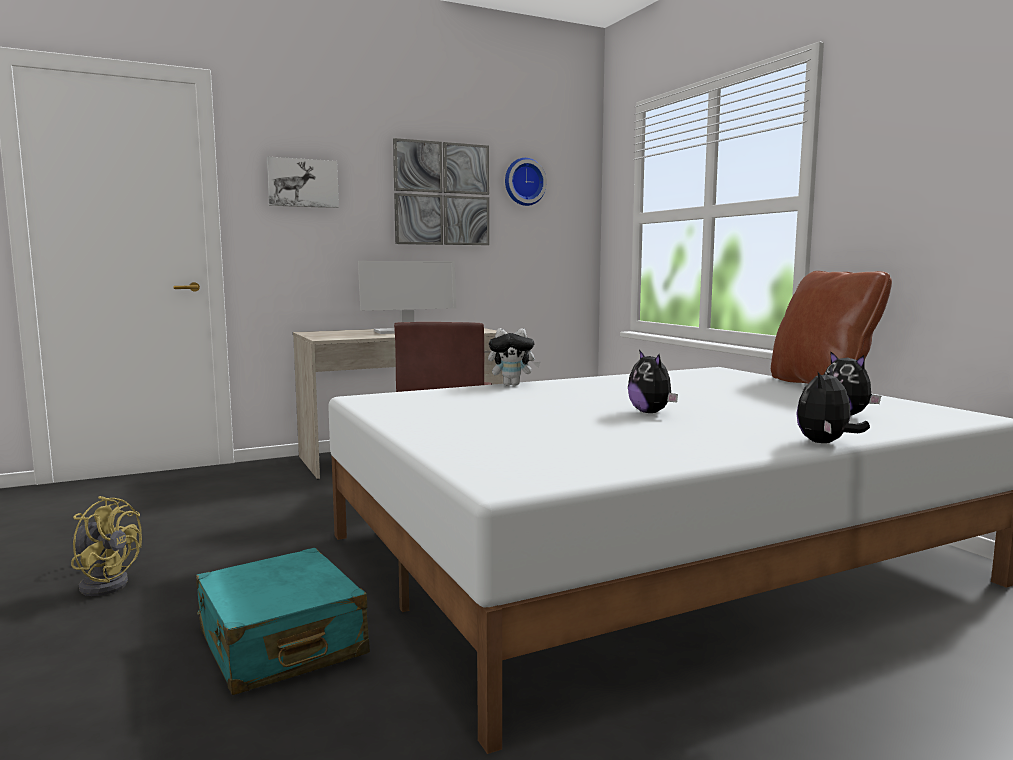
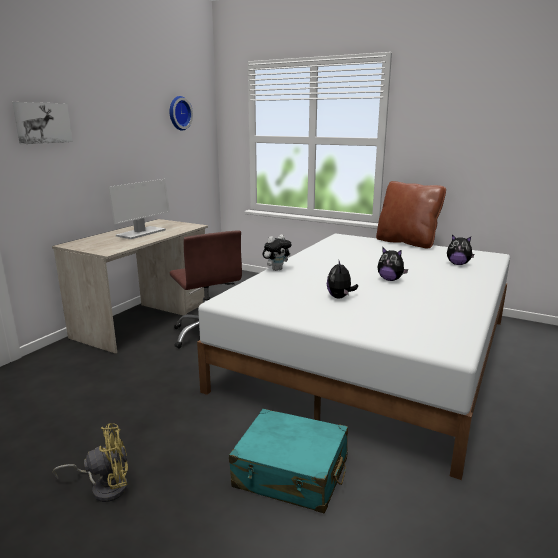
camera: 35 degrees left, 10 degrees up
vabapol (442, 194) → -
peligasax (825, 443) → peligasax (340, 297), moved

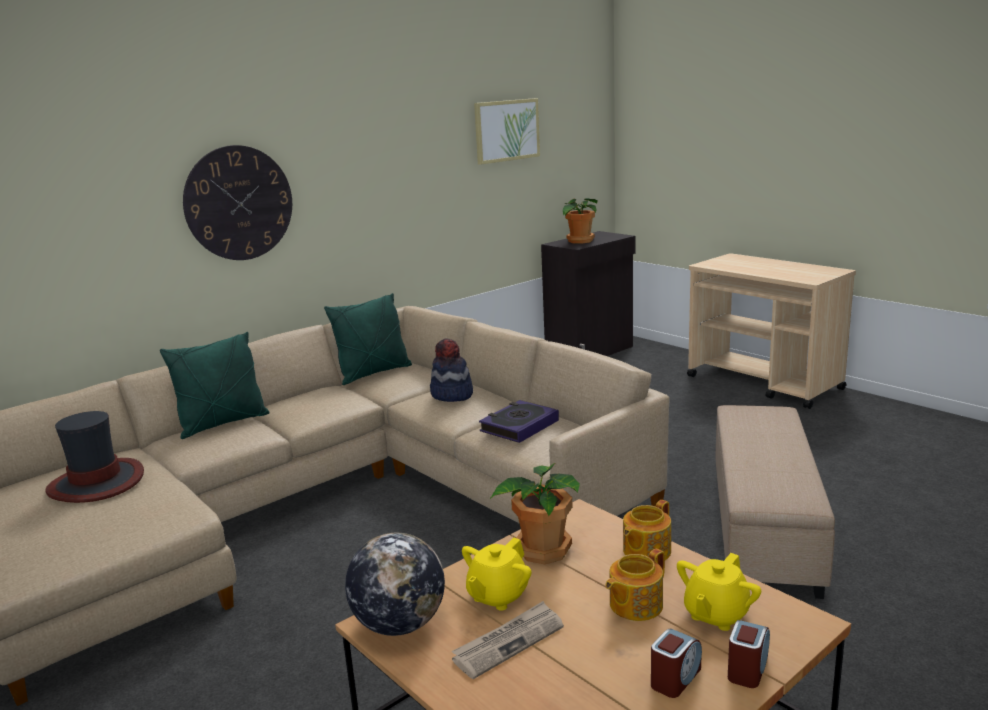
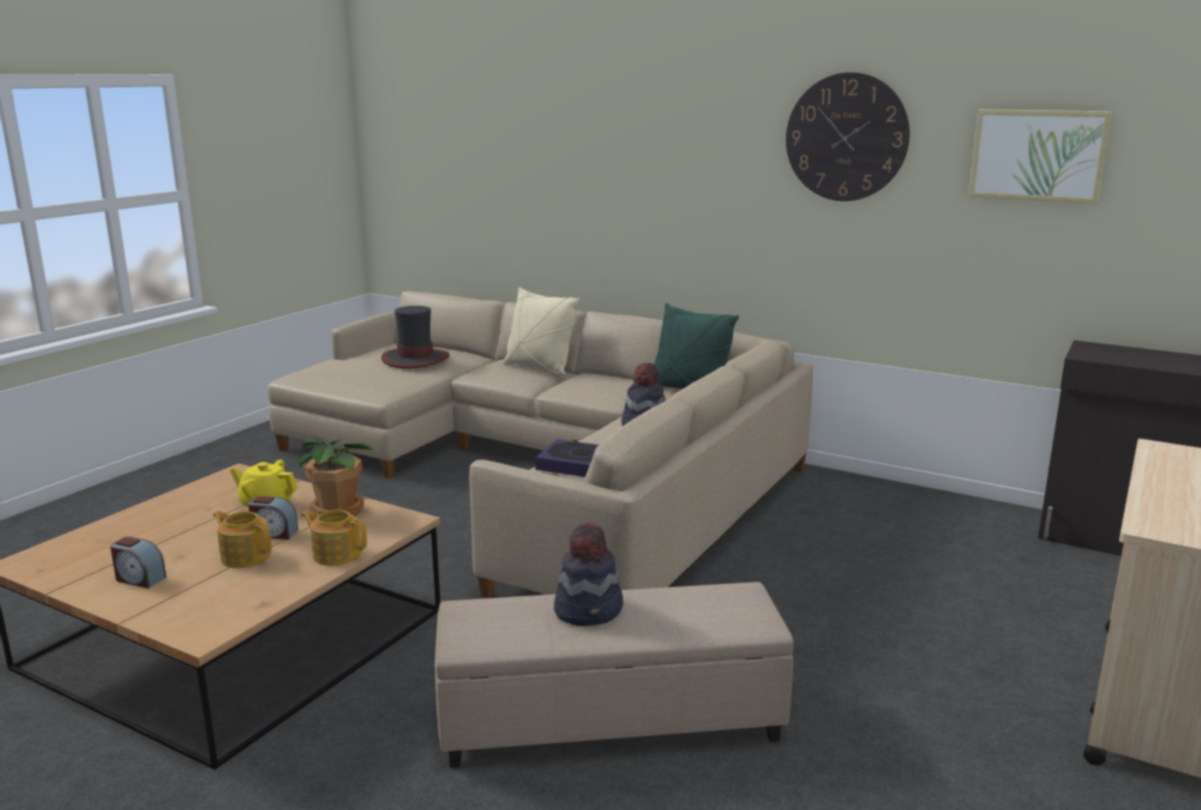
camera: 70 degrees right, 0 degrees up
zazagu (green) (223, 423) → zazagu (beige) (539, 368)
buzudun (239, 203) → buzudun (846, 137), moved
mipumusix (399, 625) → -
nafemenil (508, 642) → -
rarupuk (579, 241) → -
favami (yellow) (716, 614) → -
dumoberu (747, 668) → dumoberu (274, 533), moved
- → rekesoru (589, 610)

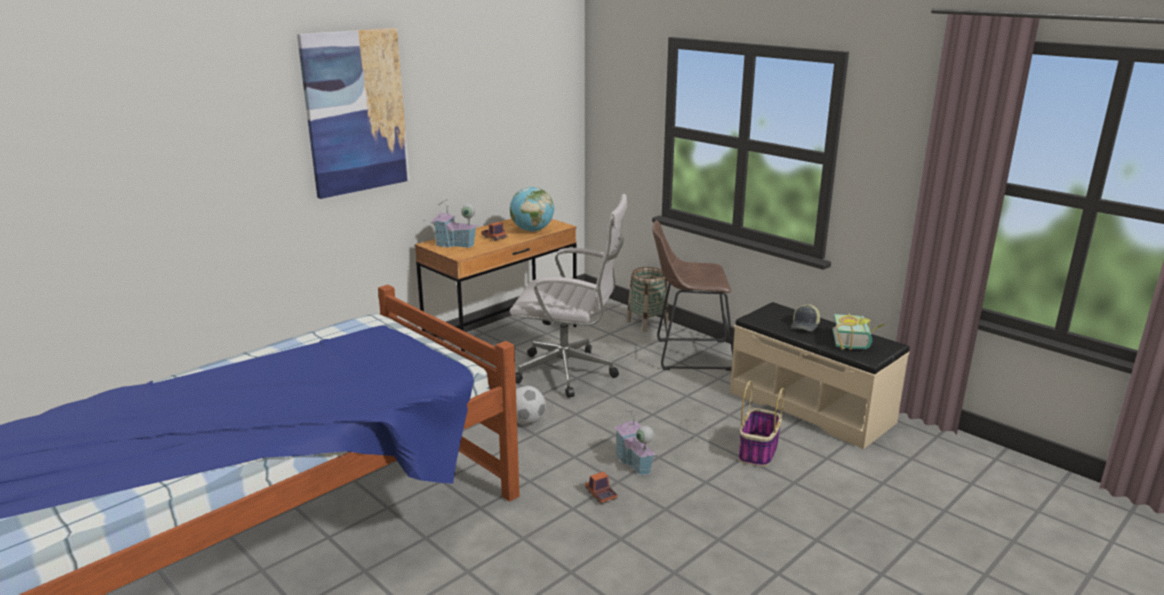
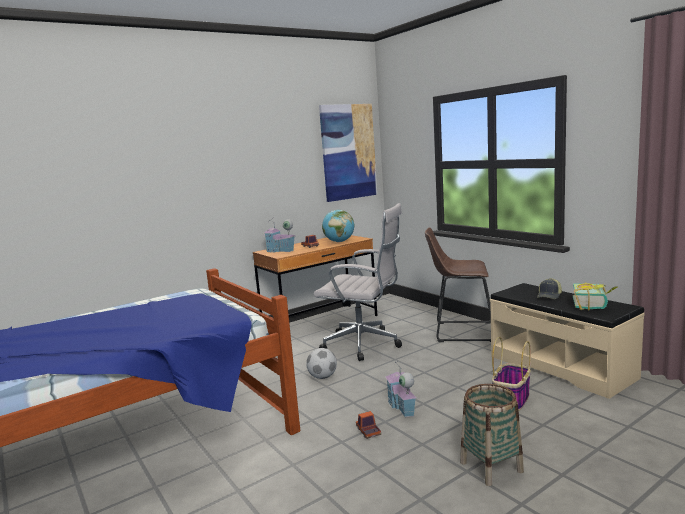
camera: 10 degrees right, 10 degrees down
vabapol (355, 112) → vabapol (348, 152), moved
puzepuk (647, 323) → puzepuk (491, 467), moved

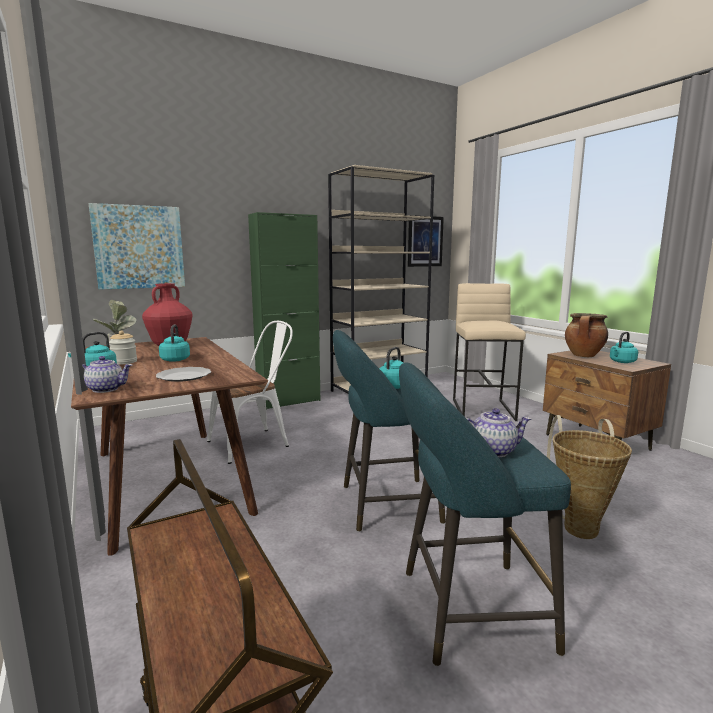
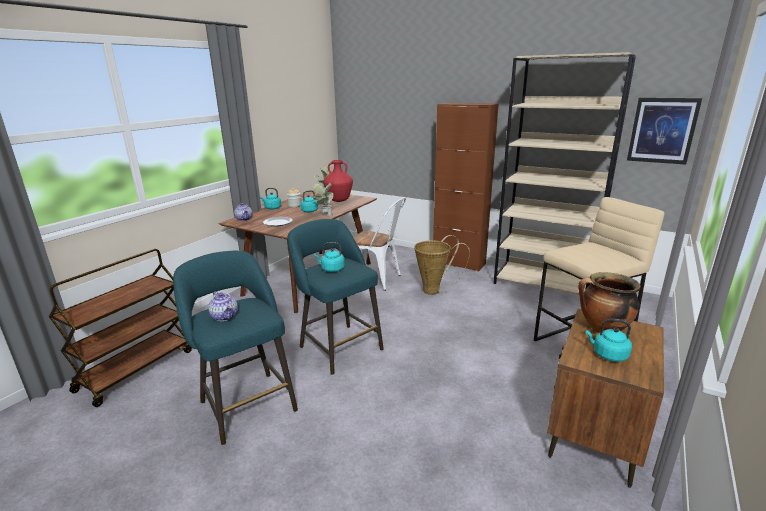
camera: 60 degrees right, 10 degrees up
vabapol (139, 247) → -
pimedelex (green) (289, 401) → pimedelex (brown) (459, 263)
puzepuk (579, 526) → puzepuk (435, 290), moved
- → rarupuk (324, 215)

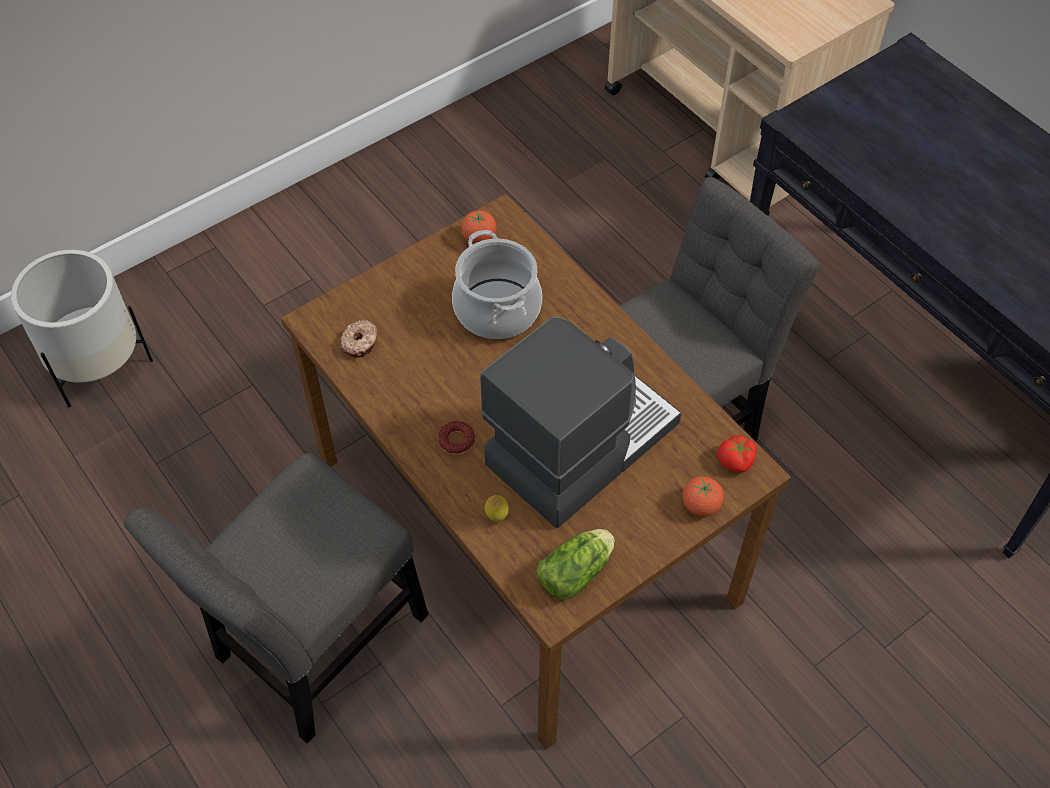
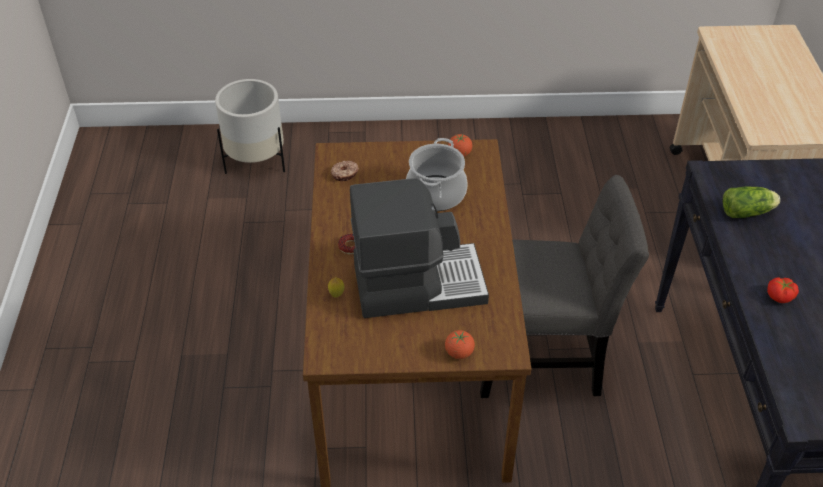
camera: 35 degrees right, 10 degrees down
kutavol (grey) (315, 646) → -
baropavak (578, 571) → baropavak (748, 212), moved
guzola (736, 461) → guzola (780, 297), moved

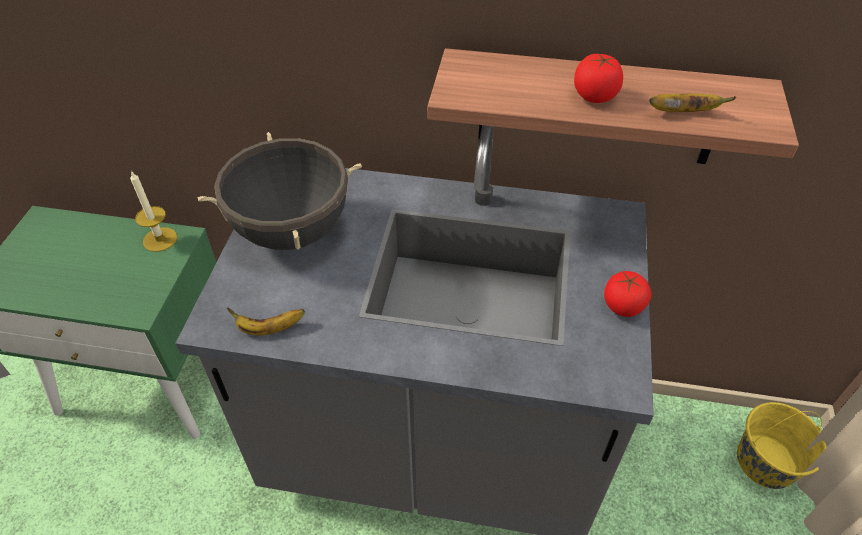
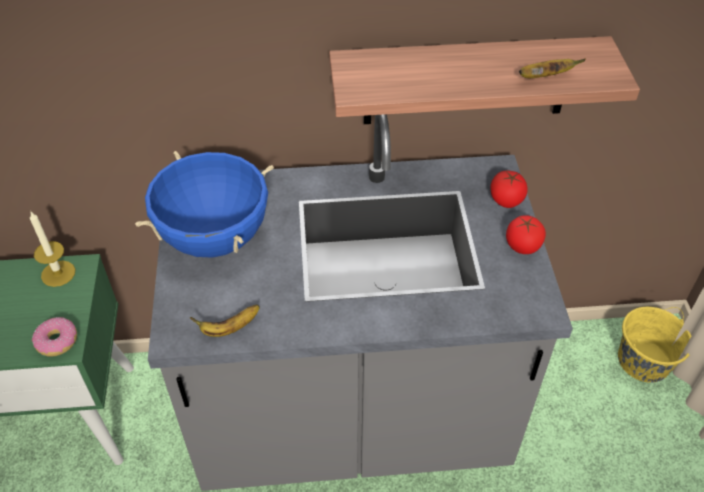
camera: 15 degrees left, 0 degrees up
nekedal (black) (292, 231) → nekedal (blue) (215, 238)
guzola (594, 96) → guzola (506, 200), moved
- → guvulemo (57, 341)

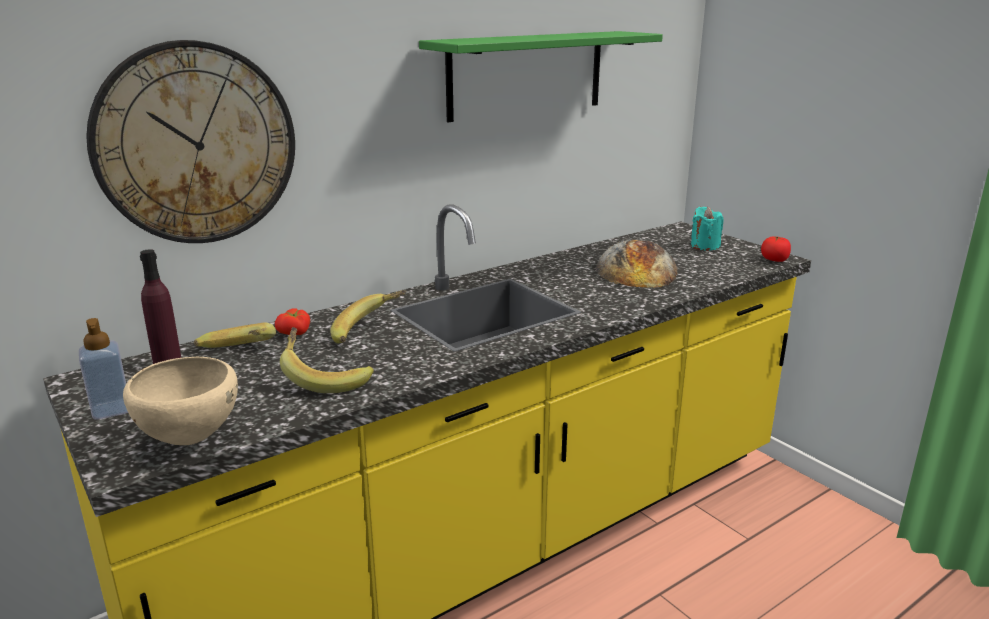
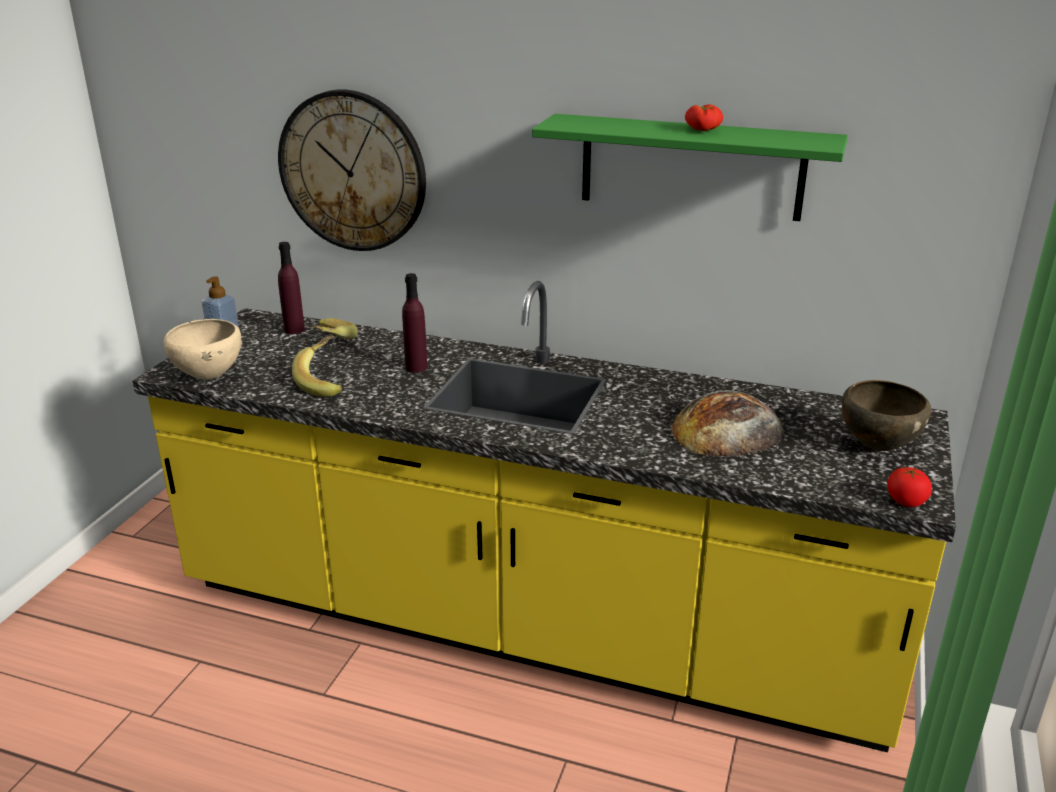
camera: 55 degrees right, 5 degrees up
guzola (295, 333) → guzola (702, 130), moved
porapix (370, 333) → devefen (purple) (416, 367)
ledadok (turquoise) (704, 246) → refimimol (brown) (876, 446)

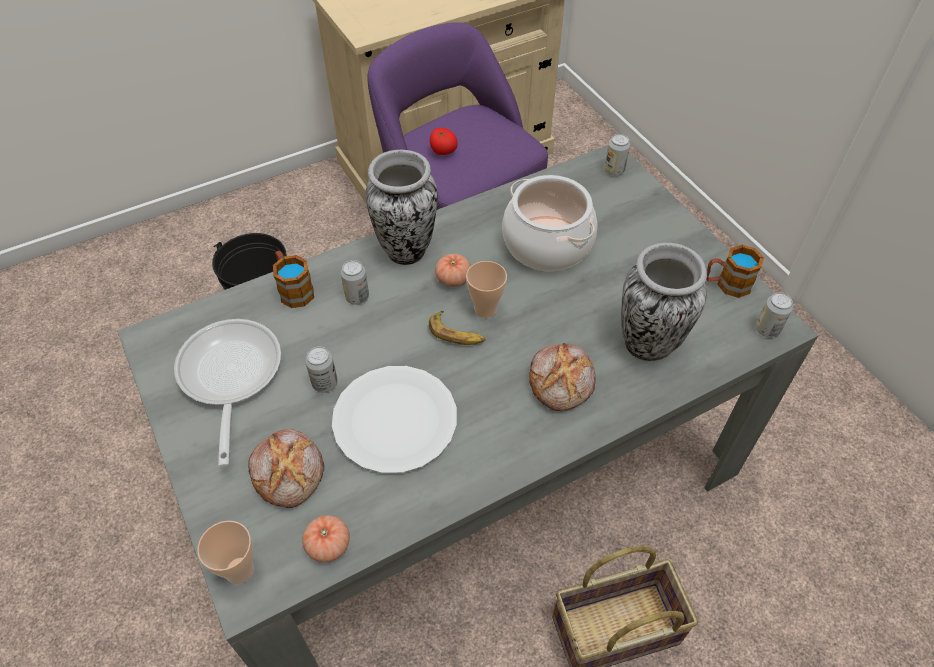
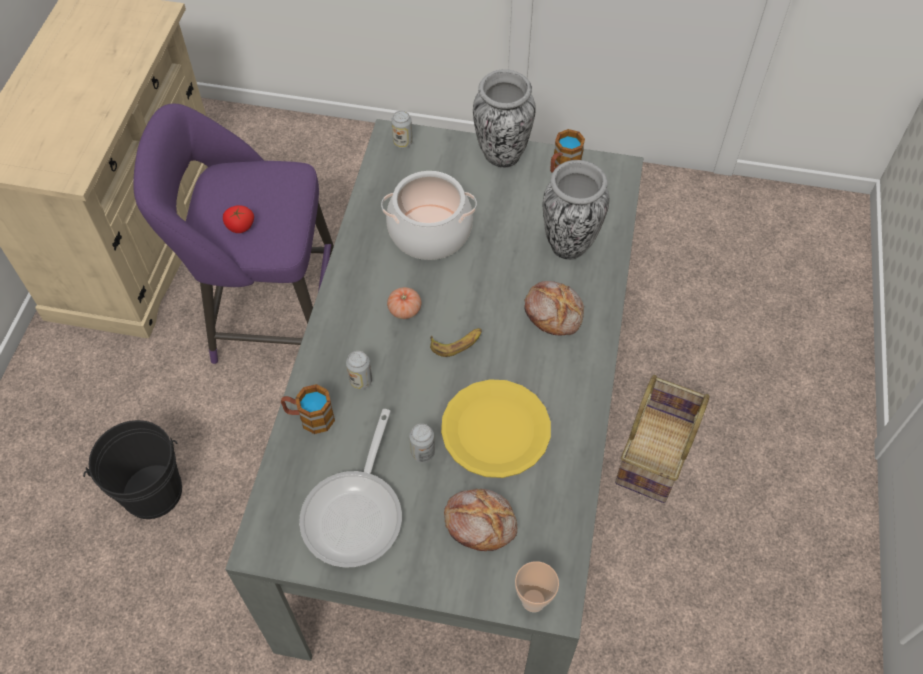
camera: 50 degrees left, 5 degrees up
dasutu (229, 377) → dasutu (356, 512), 105 degrees counterclockwise
guzola (328, 545) → -
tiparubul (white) (394, 420) → tiparubul (yellow) (495, 430)
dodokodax (407, 250) → dodokodax (502, 155), moved
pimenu (485, 309) → -
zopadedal (767, 329) → -

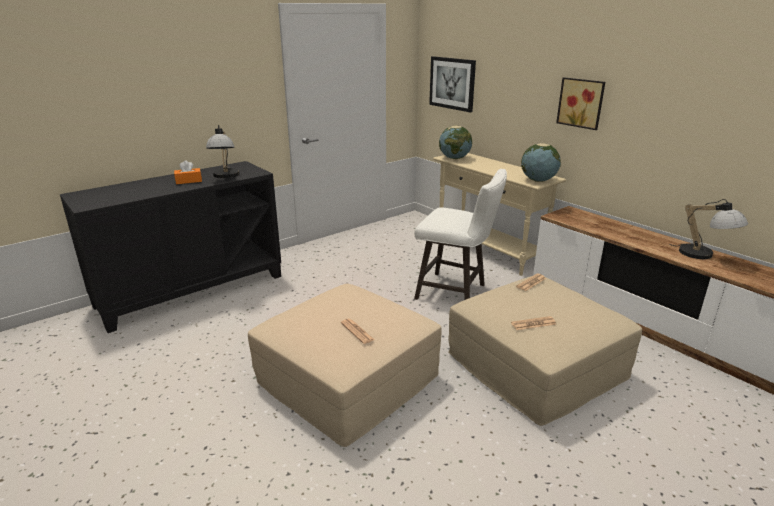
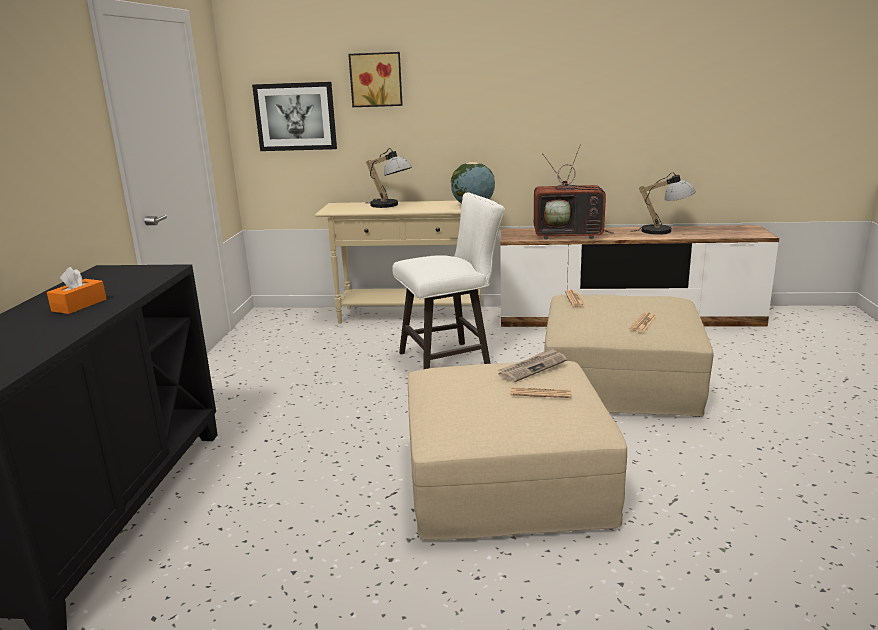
camera: 45 degrees left, 5 degrees down
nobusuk (225, 176) → nobusuk (390, 205), moved
mipumusix (454, 158) → -
vabapol (581, 103) → vabapol (376, 79), moved
- → nafemenil (532, 367)
- → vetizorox (569, 235)

